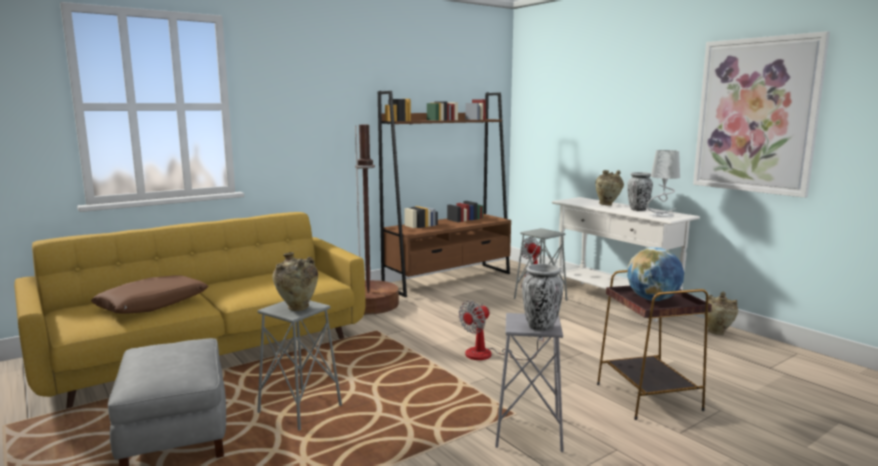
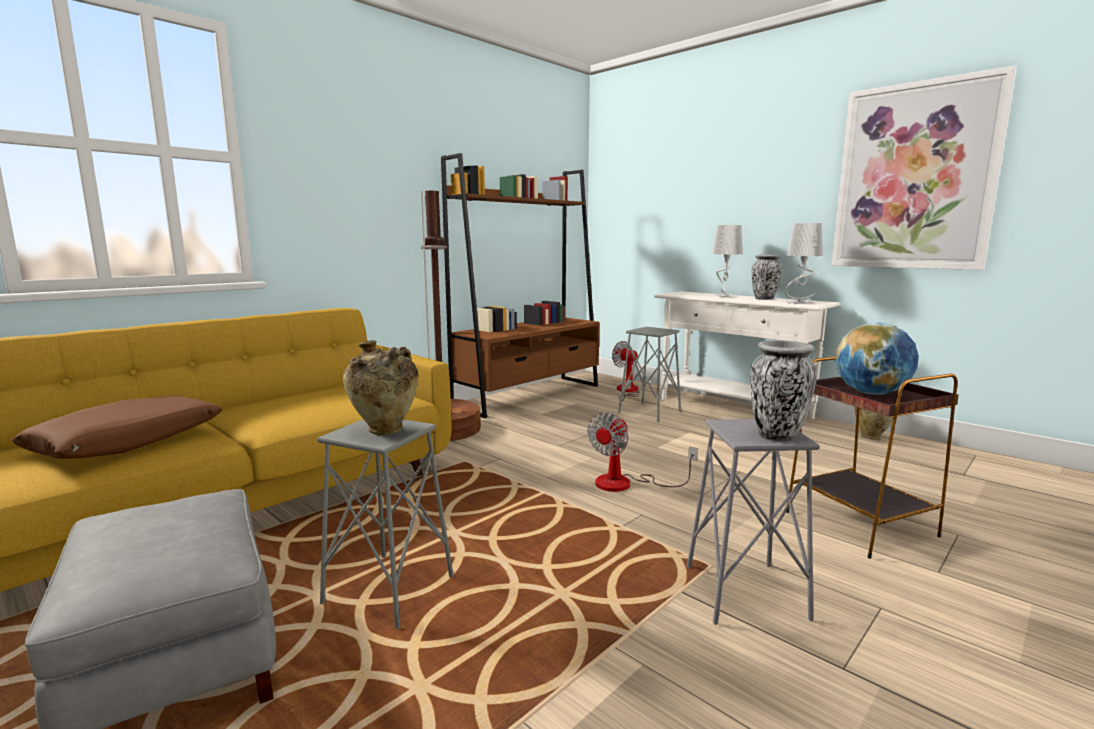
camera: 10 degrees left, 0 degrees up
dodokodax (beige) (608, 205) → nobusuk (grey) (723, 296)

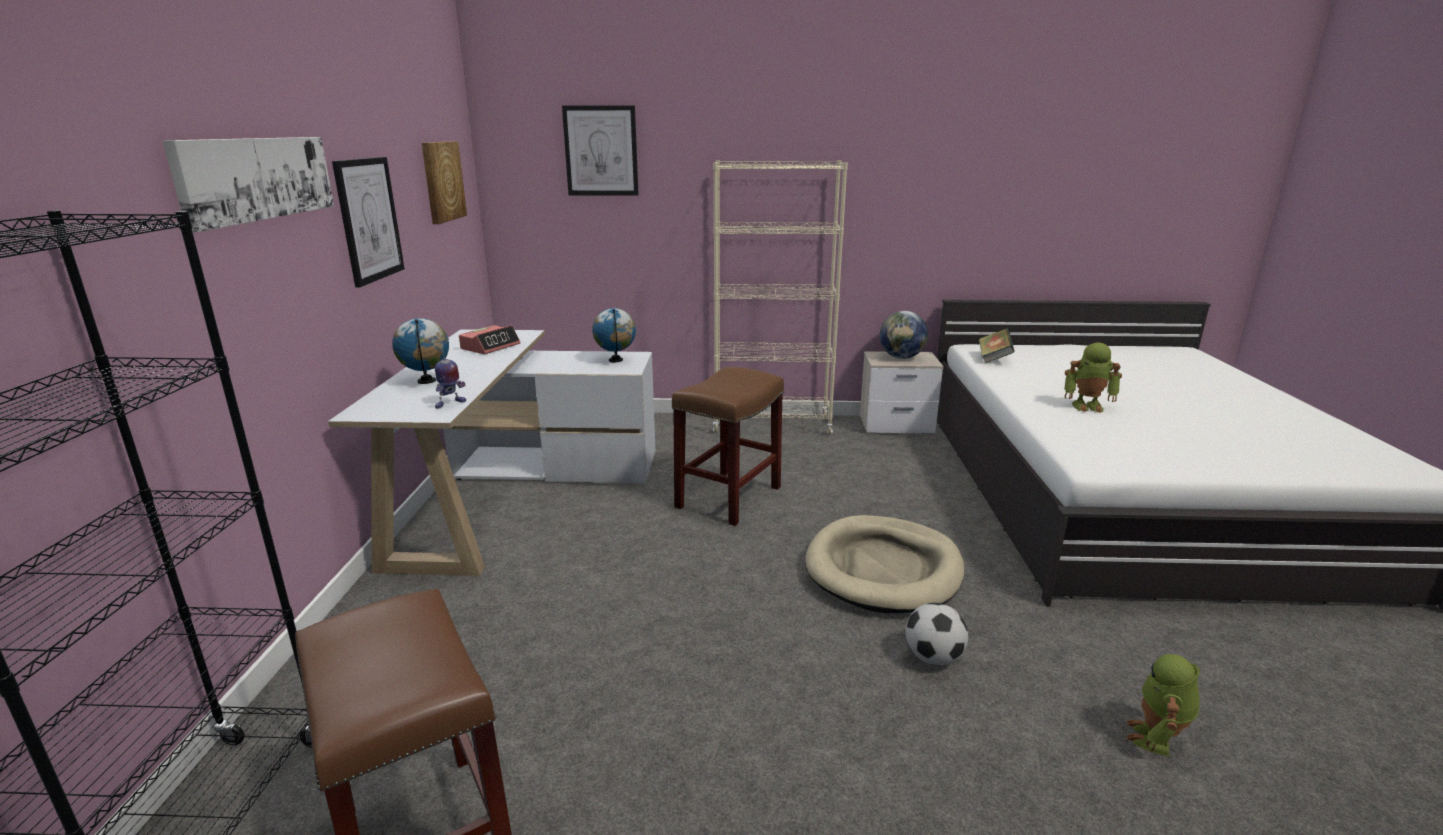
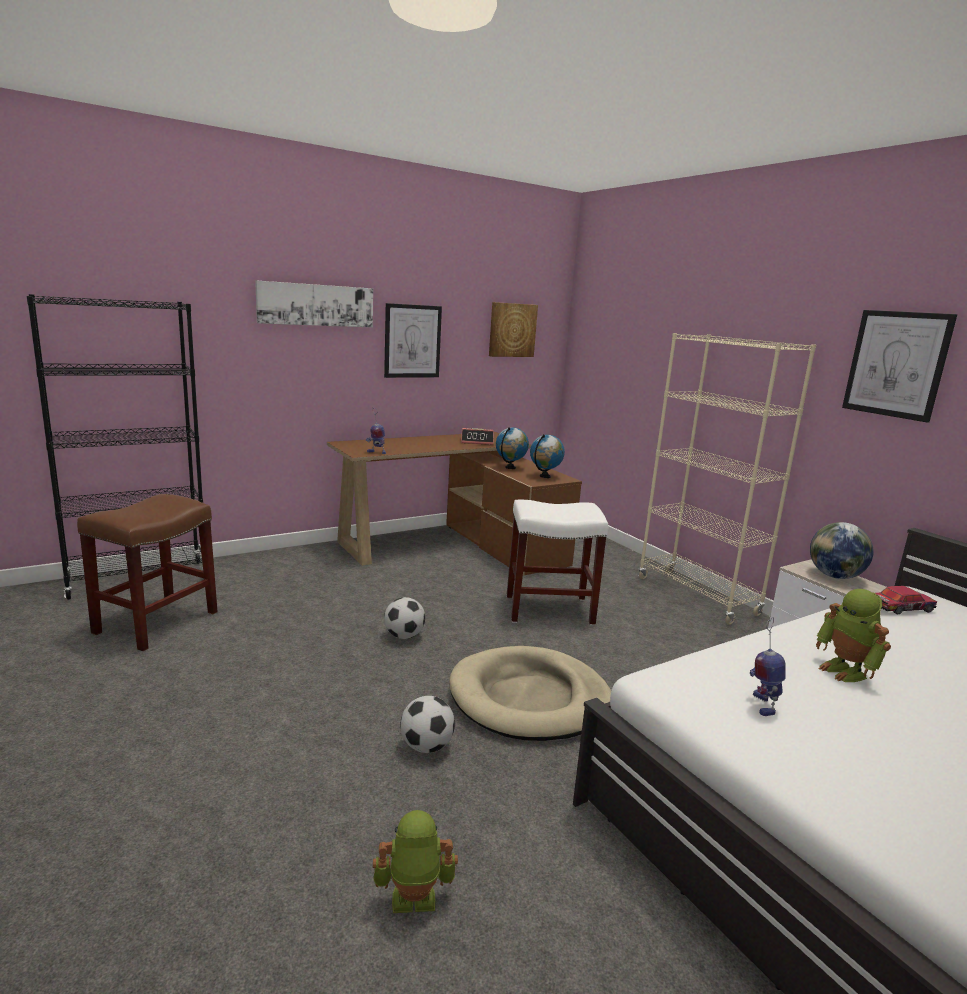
camera: 55 degrees right, 5 degrees down
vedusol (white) (514, 493) → vedusol (brown) (455, 545)
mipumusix (427, 381) → mipumusix (510, 468), moved
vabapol (601, 151) → vabapol (896, 364), moved
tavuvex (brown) (729, 498) → tavuvex (white) (548, 610)
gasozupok (994, 359) → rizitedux (899, 607)
- → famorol (404, 636)
- → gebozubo (762, 704)

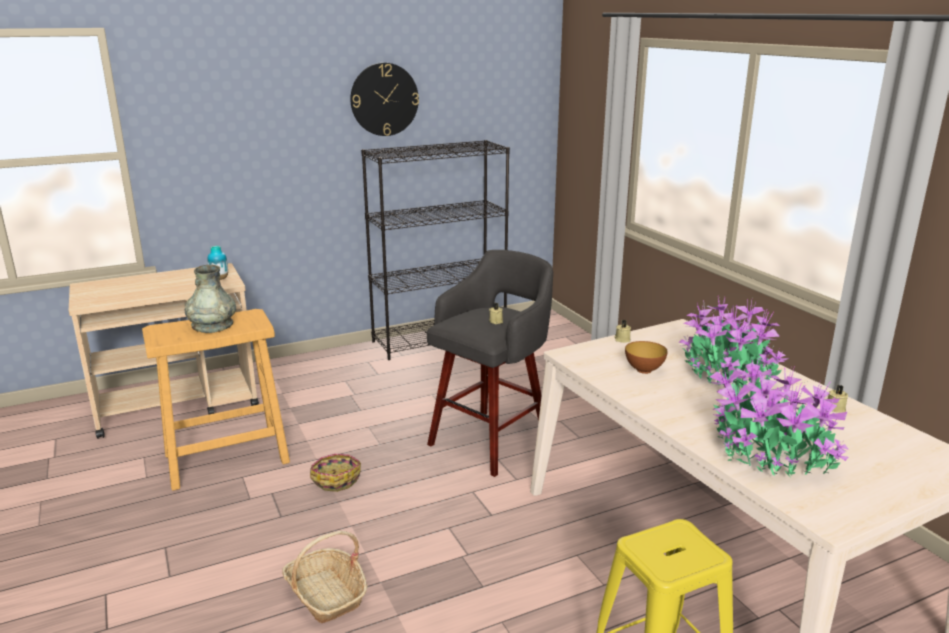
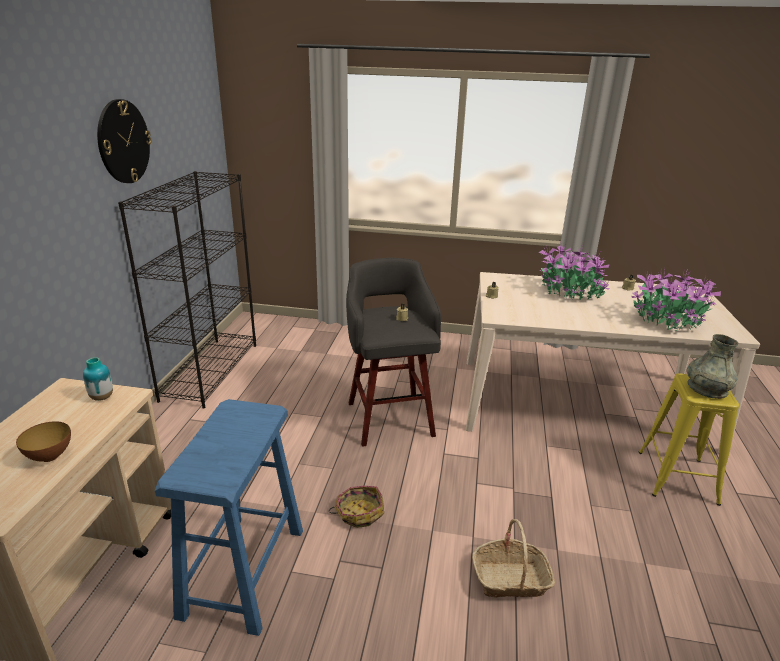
camera: 55 degrees left, 5 degrees up
tavuvex (beige) (227, 458) → tavuvex (blue) (244, 570)
dodokodax (grey) (212, 325) → dodokodax (grey) (706, 389), moved
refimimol (644, 370) → refimimol (50, 456), moved

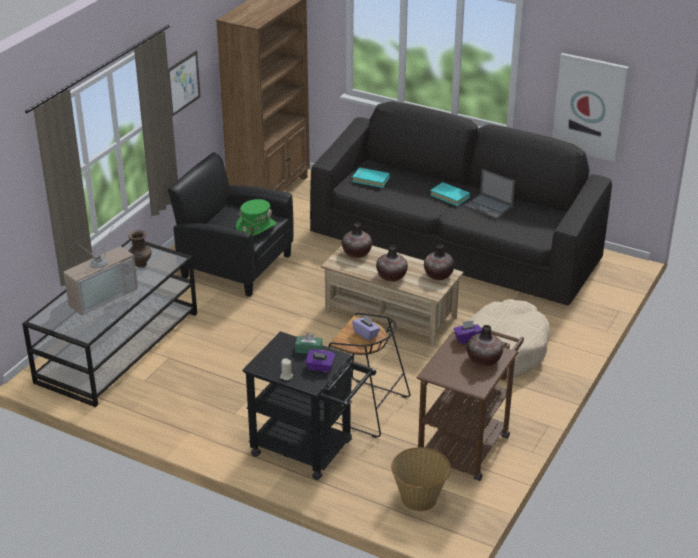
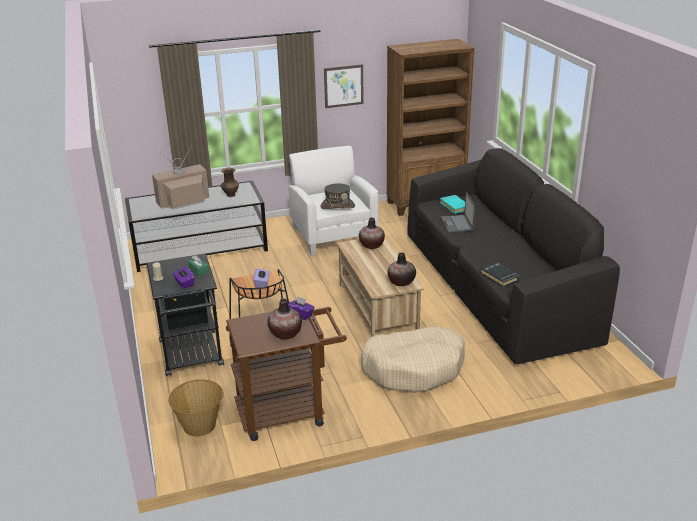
camera: 45 degrees right, 5 degrees down
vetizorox (101, 295) → vetizorox (183, 201), 150 degrees clockwise
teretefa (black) (235, 265) → teretefa (white) (333, 235)
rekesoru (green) (256, 228) → rekesoru (grey) (337, 206)
dodokodax (391, 277) → -
gasozupok (turquoise) (450, 196) → -
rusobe (489, 206) → rusobe (457, 224), moved
vabapol (589, 106) → -
- → gasozupok (black) (499, 277)

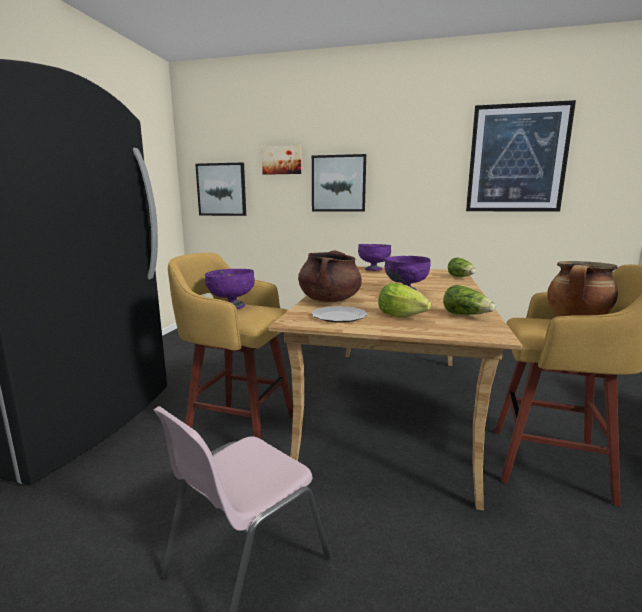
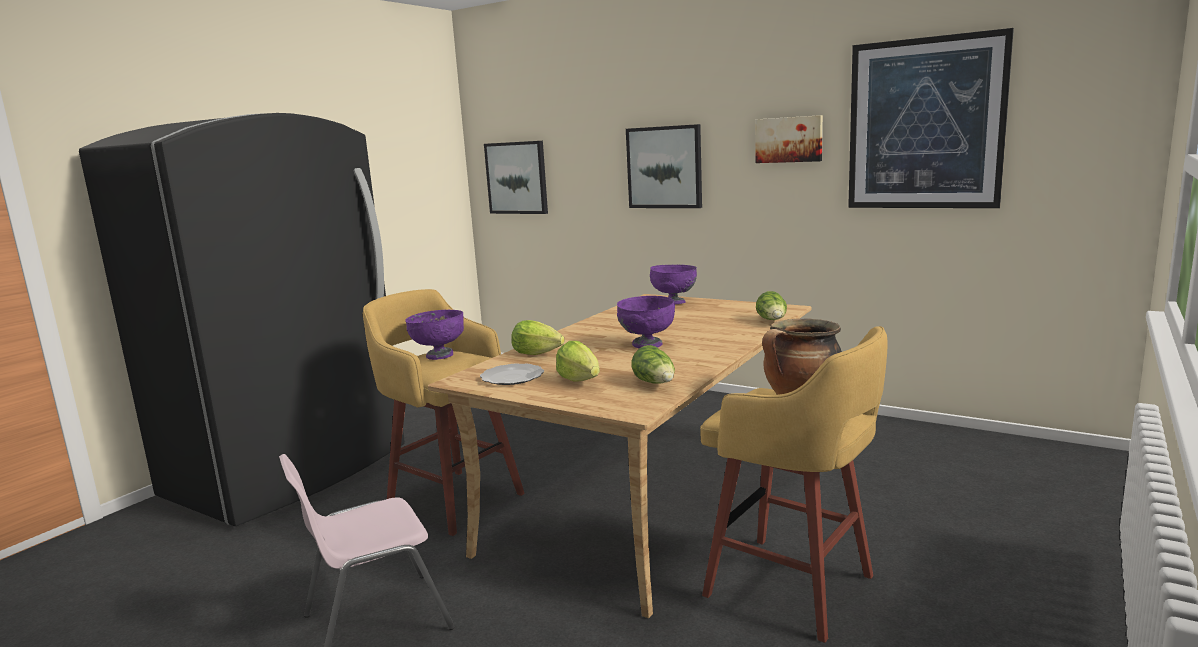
camera: 20 degrees right, 0 degrees up
vabapol (282, 160) → vabapol (789, 139), moved
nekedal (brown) (329, 300) → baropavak (536, 353)

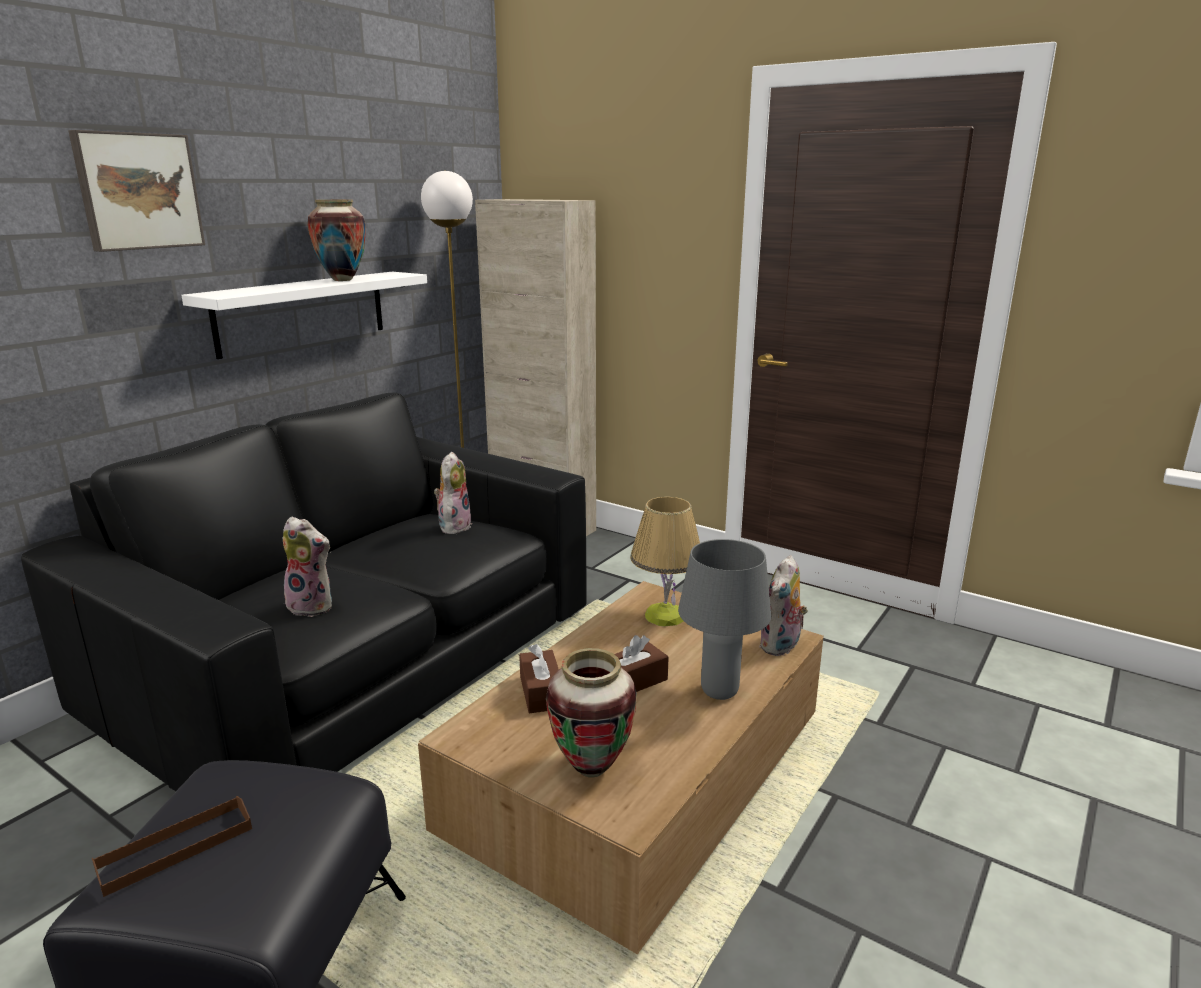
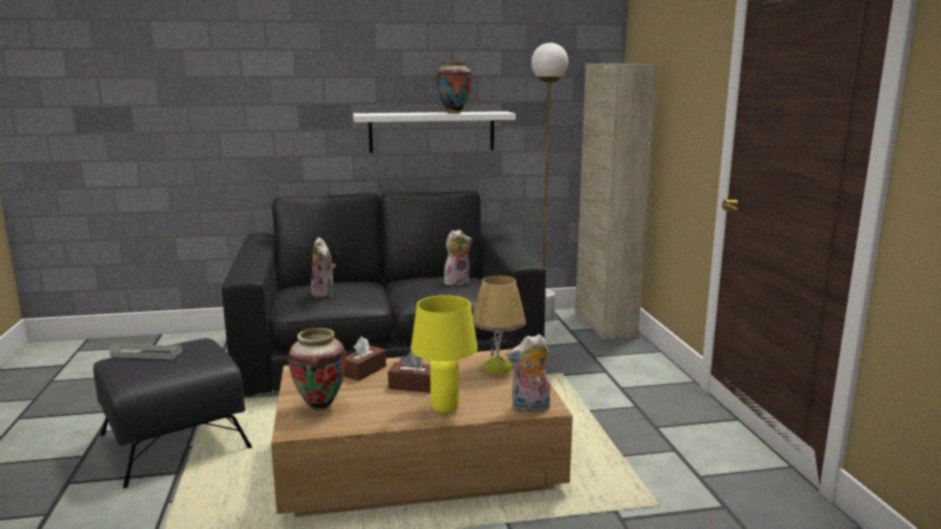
camera: 45 degrees right, 5 degrees down
vabapol (138, 191) → -
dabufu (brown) (175, 848) → dabufu (grey) (146, 354)
nobusuk (grey) (718, 692) → nobusuk (yellow) (444, 409)

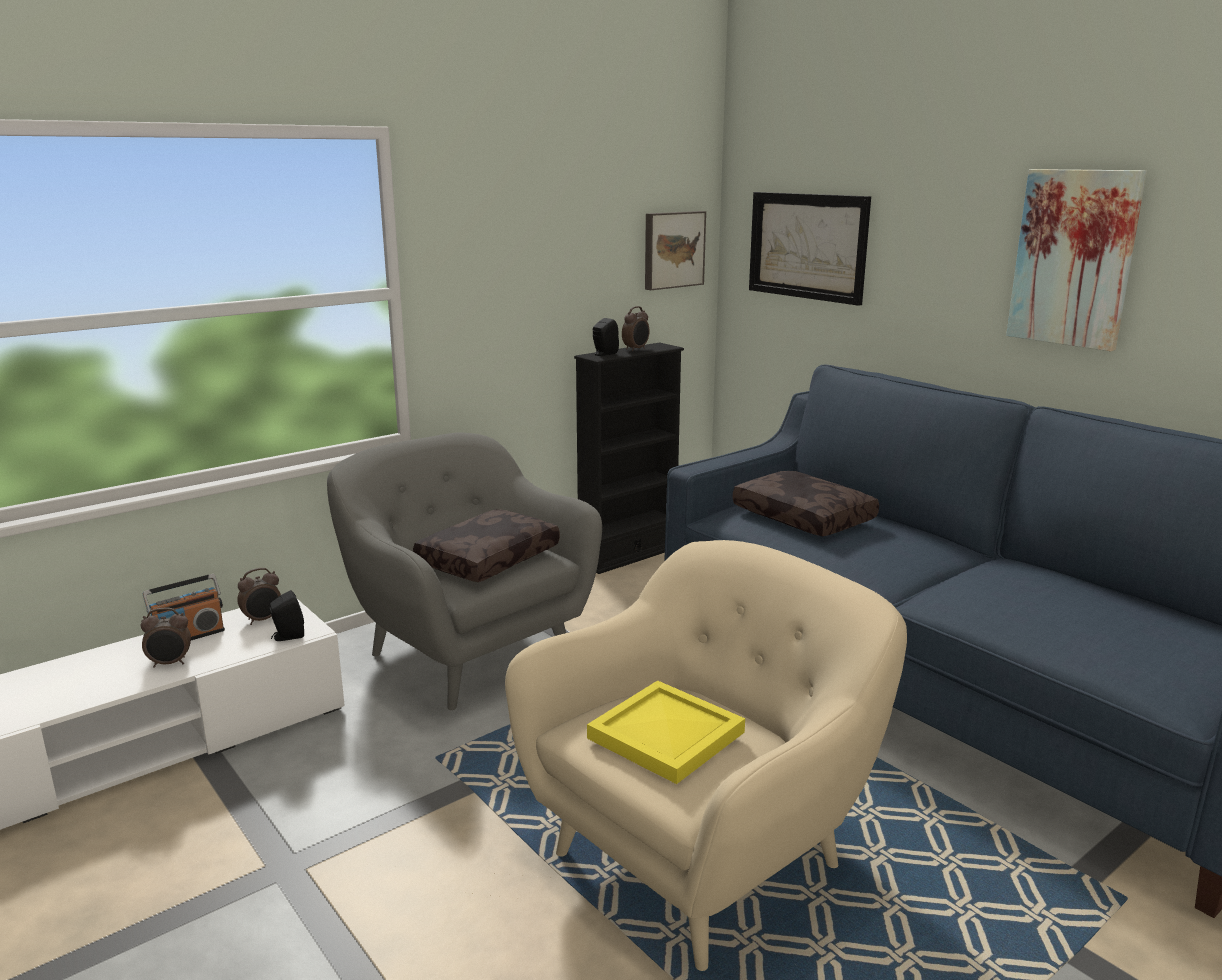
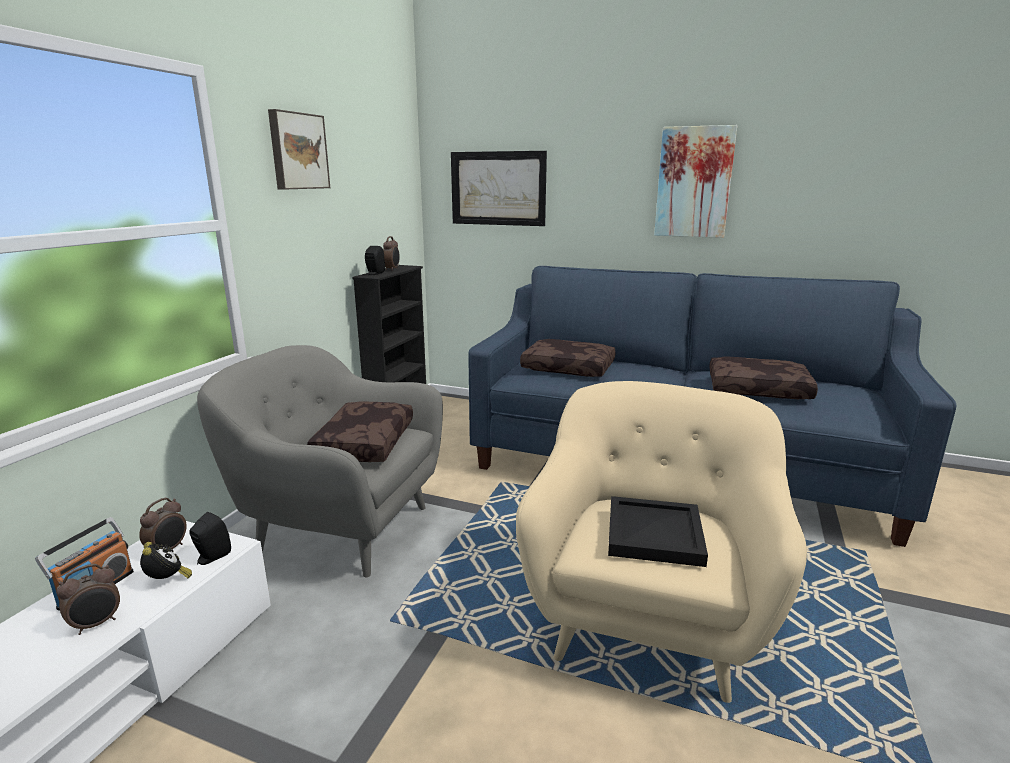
camera: 30 degrees left, 0 degrees up
dabufu (yellow) (665, 734) → dabufu (black) (652, 533)
vabapol (672, 249) → vabapol (297, 151), moved
- → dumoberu (167, 581)
- → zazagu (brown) (758, 389)

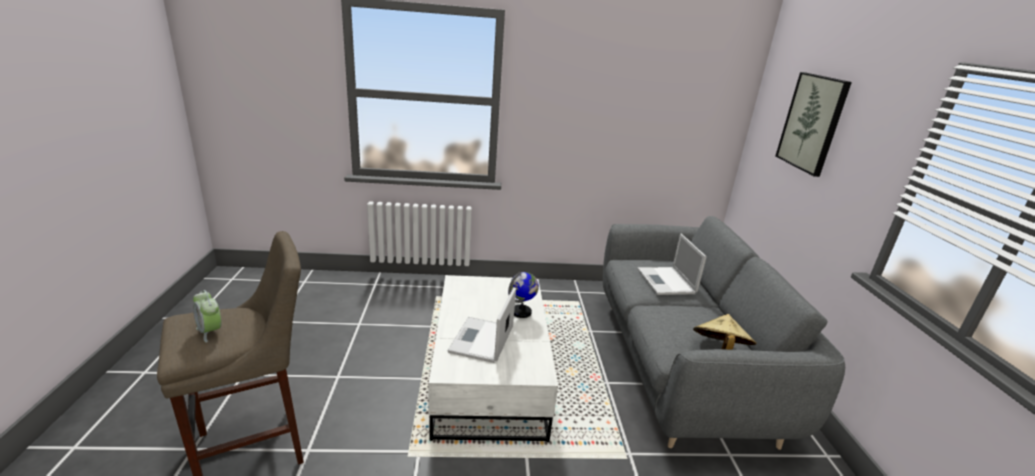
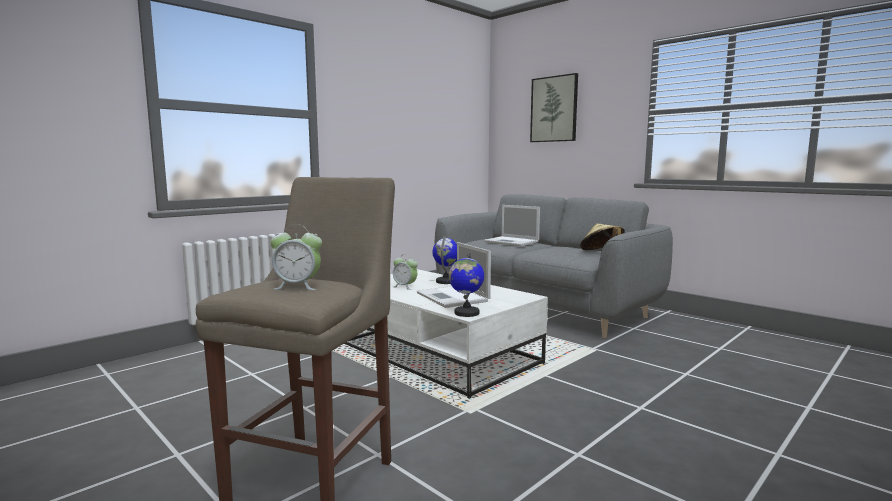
camera: 40 degrees left, 15 degrees down
- → dumoberu (405, 287)
- → mipumusix (466, 313)

